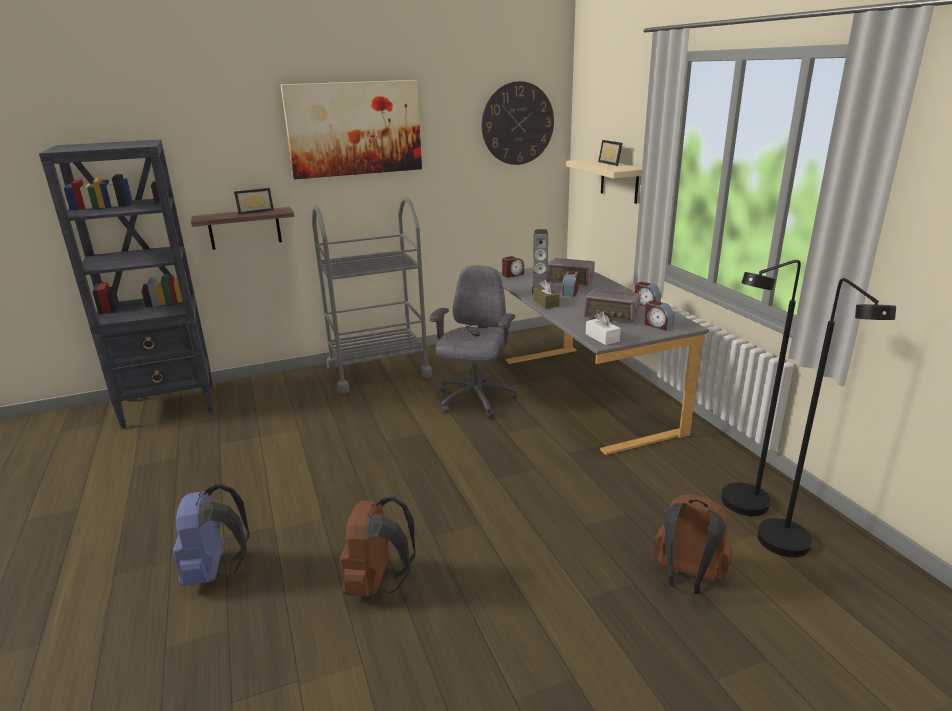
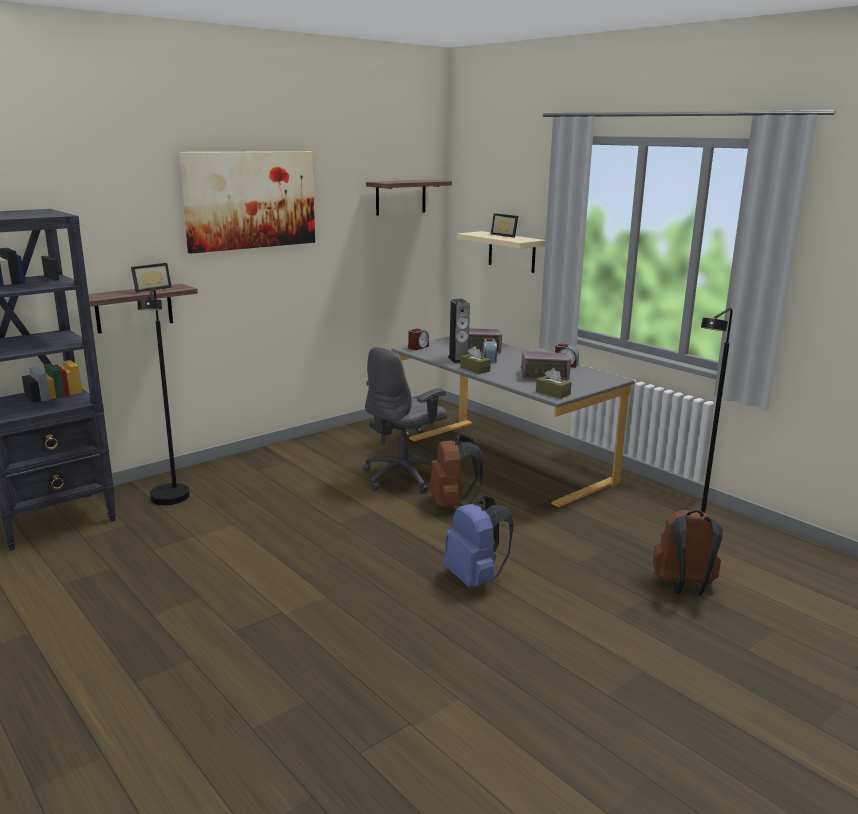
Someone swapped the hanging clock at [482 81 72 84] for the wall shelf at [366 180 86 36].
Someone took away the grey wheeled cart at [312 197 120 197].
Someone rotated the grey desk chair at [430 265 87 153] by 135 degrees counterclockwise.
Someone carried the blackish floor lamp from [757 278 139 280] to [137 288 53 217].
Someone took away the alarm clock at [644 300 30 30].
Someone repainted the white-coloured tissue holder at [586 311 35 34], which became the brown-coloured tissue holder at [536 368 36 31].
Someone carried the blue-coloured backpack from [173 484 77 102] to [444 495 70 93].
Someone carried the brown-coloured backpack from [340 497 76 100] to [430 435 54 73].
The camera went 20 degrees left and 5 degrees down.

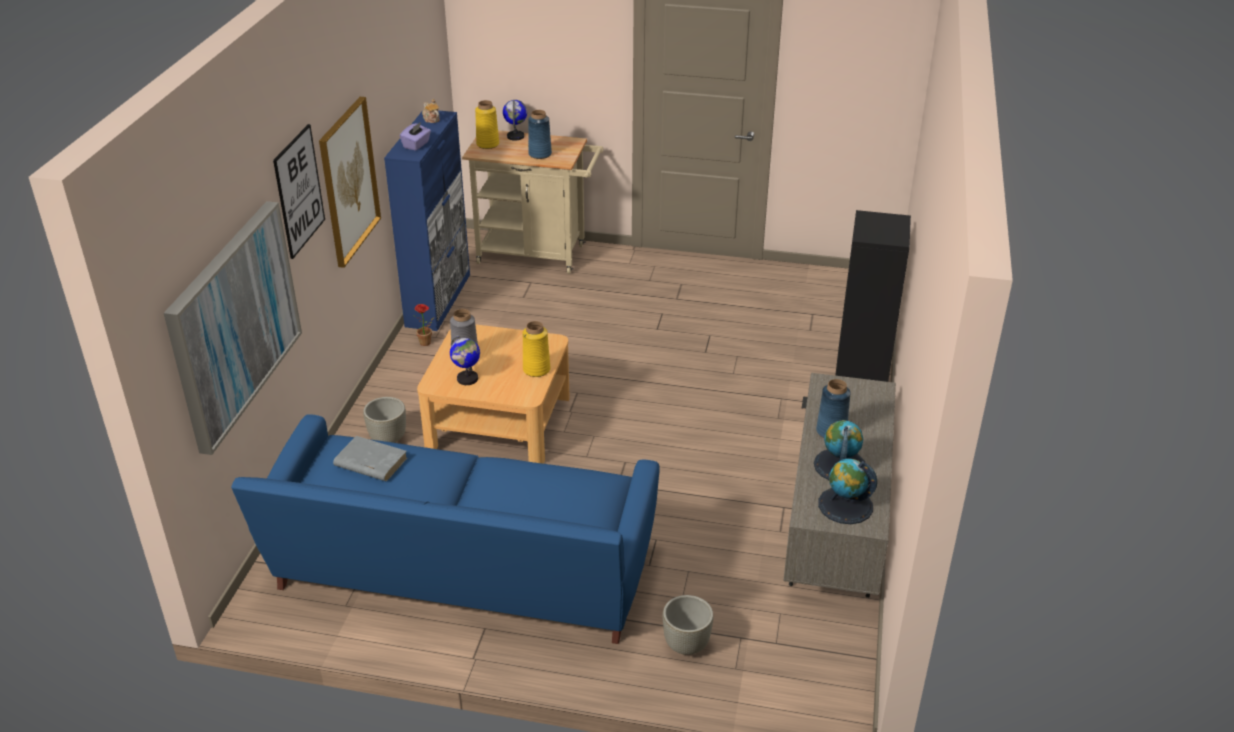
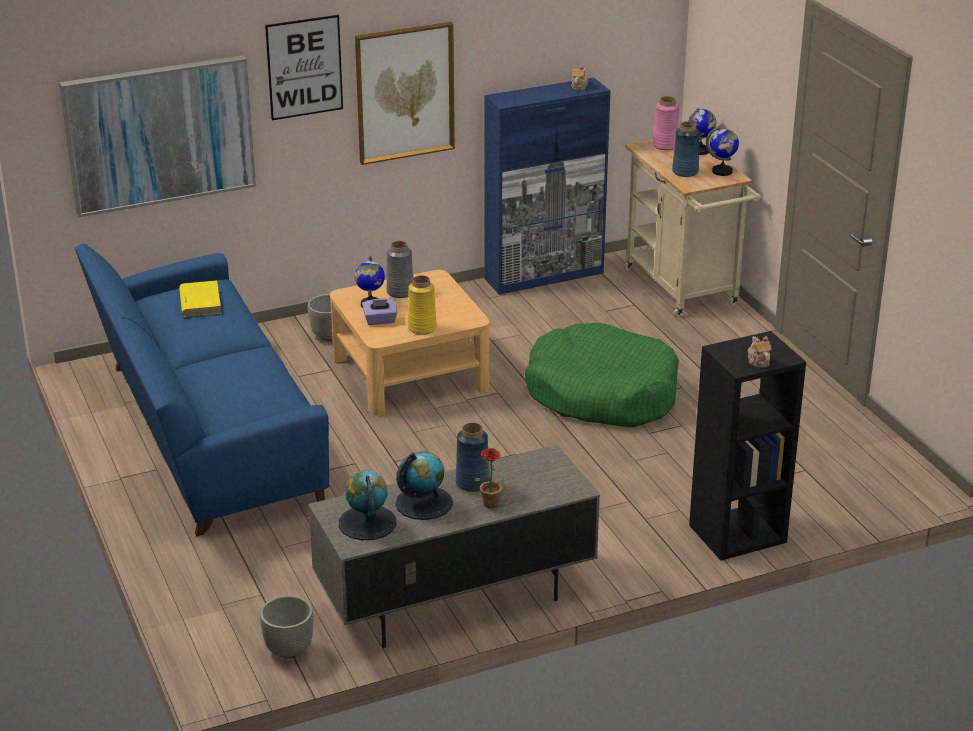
Someone repainted the yellow-coloured decorative vase at [475 100 24 49], which became the pinkish decorative vase at [653 96 26 54].
Someone carried the purple-coloured tissue holder from [400 122 31 29] to [362 298 36 27].
Someone carried the houseplant from [413 304 21 42] to [474 448 39 60].
Someone repainted the grey volume at [333 436 74 45], which became the yellow-coloured volume at [179 280 43 37].
Someone carried the grey flower pot from [663 595 50 60] to [260 595 54 63].
Someone put down the desk globe at [706 126 33 50].
Someone put down the green pet bed at [525 323 154 104].
Someone put down the teapot at [747 336 25 32].
The camera went 55 degrees right and 5 degrees down.

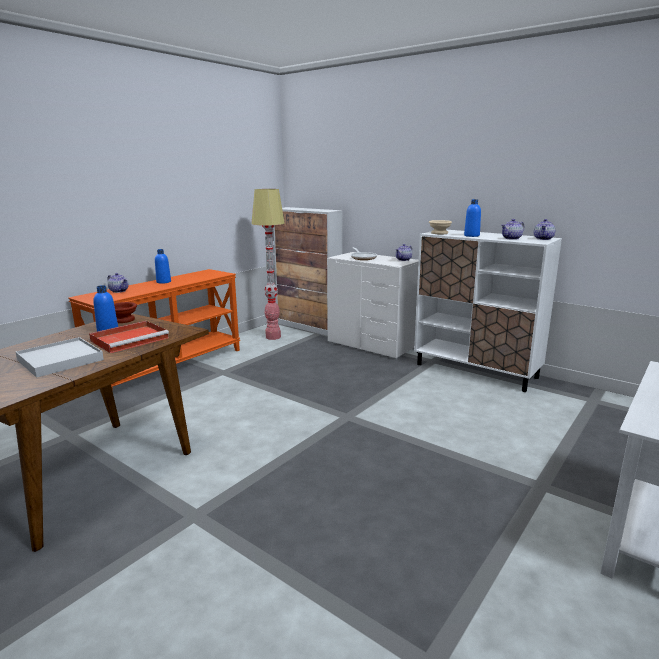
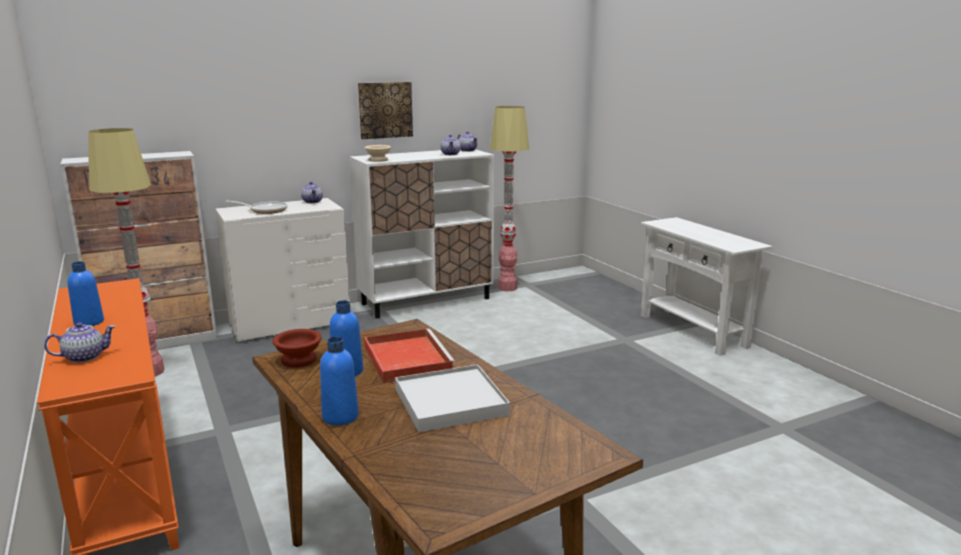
Someone carried the blue-coloured beverage bottle from [464 199 17 38] to [320 337 39 88].
Someone put up the picture at [358 82 55 57].
Someone put down the floor lamp at [490 106 39 185].
The camera went 65 degrees left and 0 degrees up.

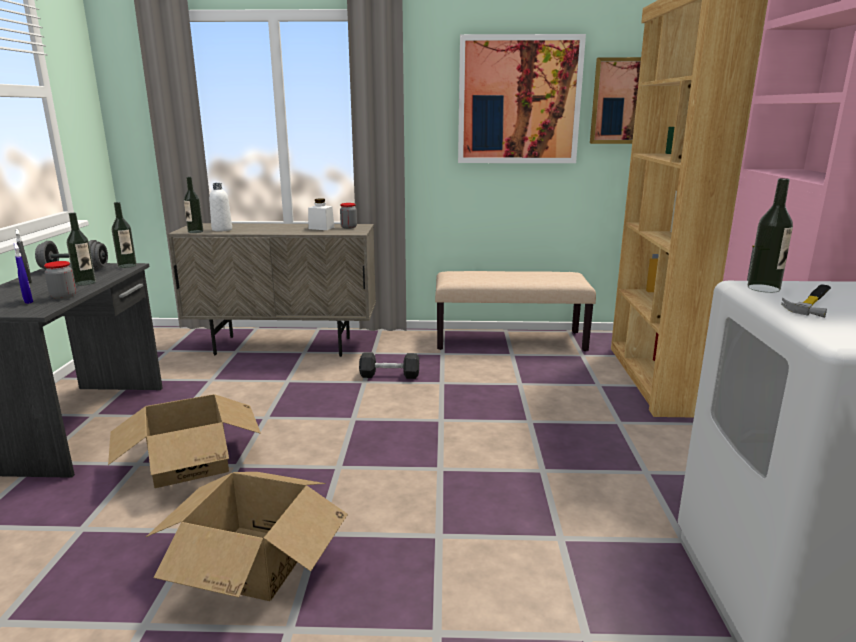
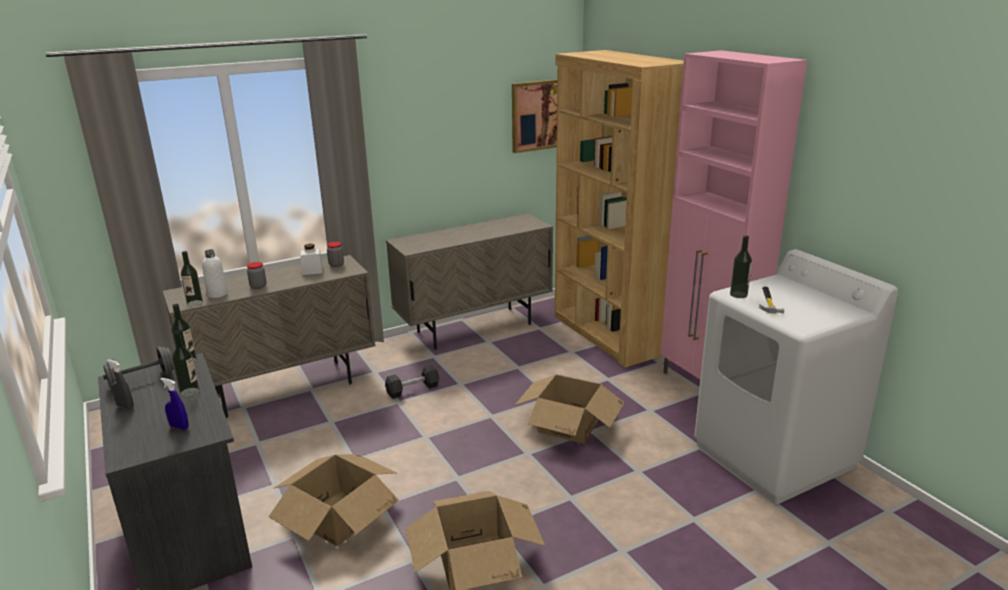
Someone took away the picture at [458 34 128 129].
Someone carried the preserve jar from [44 261 32 38] to [247 262 19 27].
Someone swapped the beige indoor bench at [435 271 161 80] for the beige storage cabinet at [386 214 167 136].
Someone put down the packing box at [515 374 110 70].
The camera went 30 degrees left and 5 degrees up.

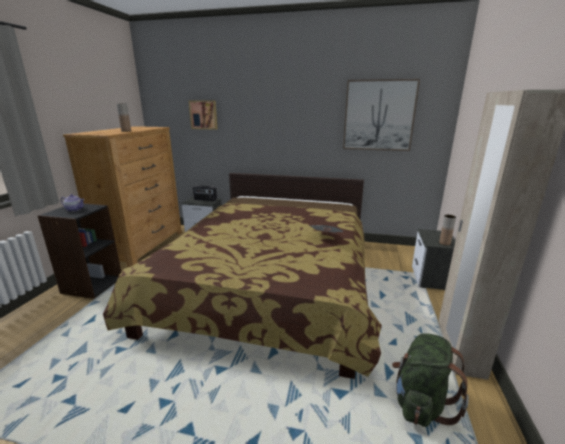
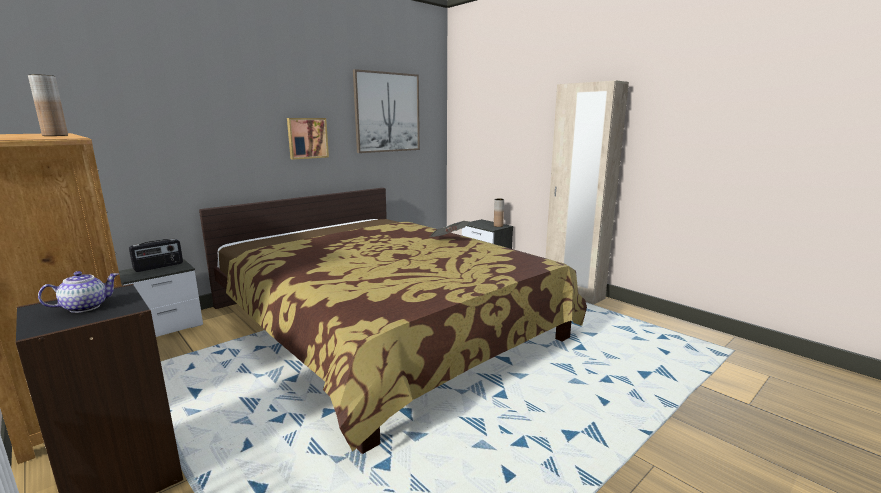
Someone carried the picture from [189 100 28 30] to [287 118 42 42].
Someone took away the green backpack at [392 333 77 94].
The camera went 55 degrees left and 5 degrees down.

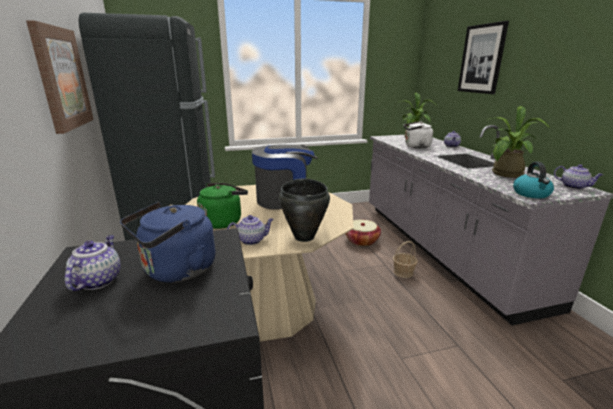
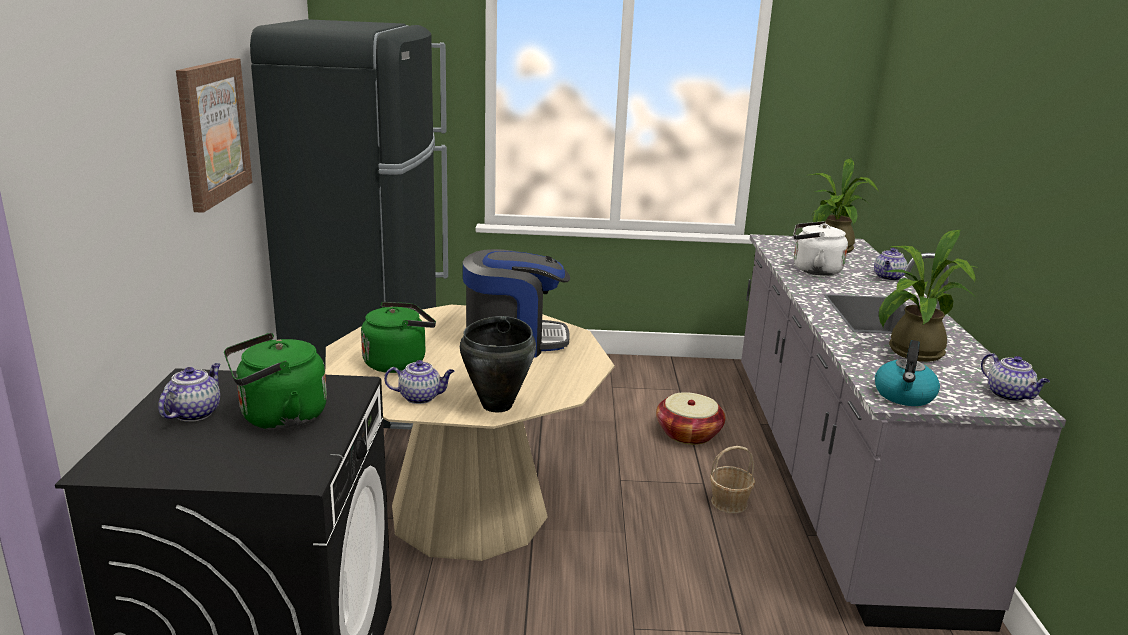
Someone took away the picture at [458 21 51 73].
Someone repainted the blue-coloured kettle at [120 202 95 81], which became the green kettle at [224 333 103 97].
The camera went 15 degrees right and 0 degrees up.

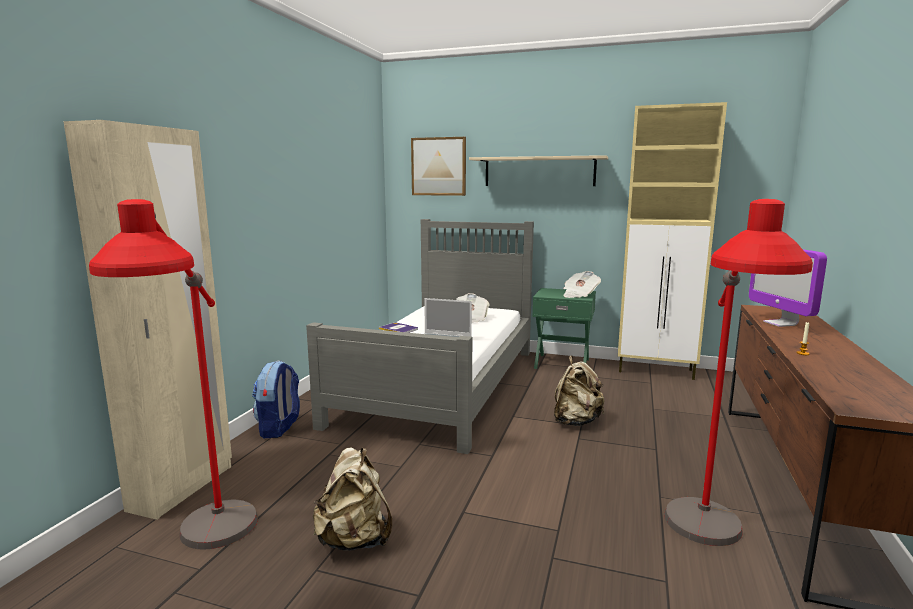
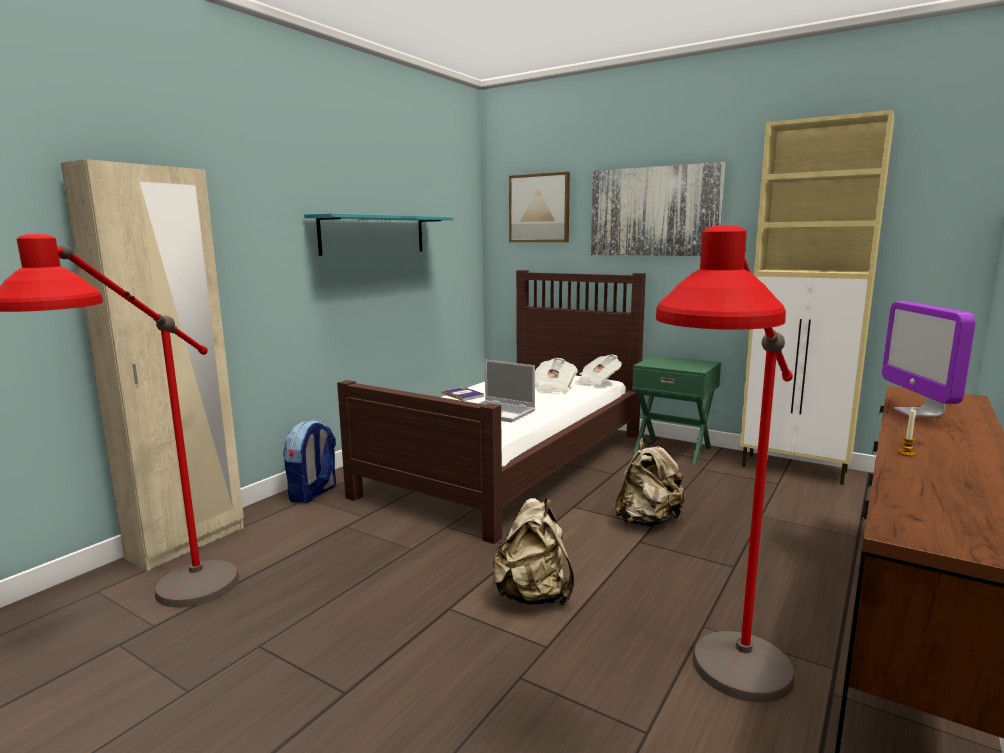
Someone swapped the beige wall shelf at [469 155 139 31] for the picture at [591 162 134 94].
Someone repainted the grey bedroom bed at [306 219 228 235], which became the brown-coloured bedroom bed at [337 270 309 274].
Someone carried the daily paper from [563 271 38 27] to [575 354 47 32].
Someone carried the beige backpack from [313 447 79 104] to [492 498 82 108].
Someone put up the turquoise-coloured wall shelf at [304 213 149 43].
The camera went 15 degrees right and 0 degrees up.

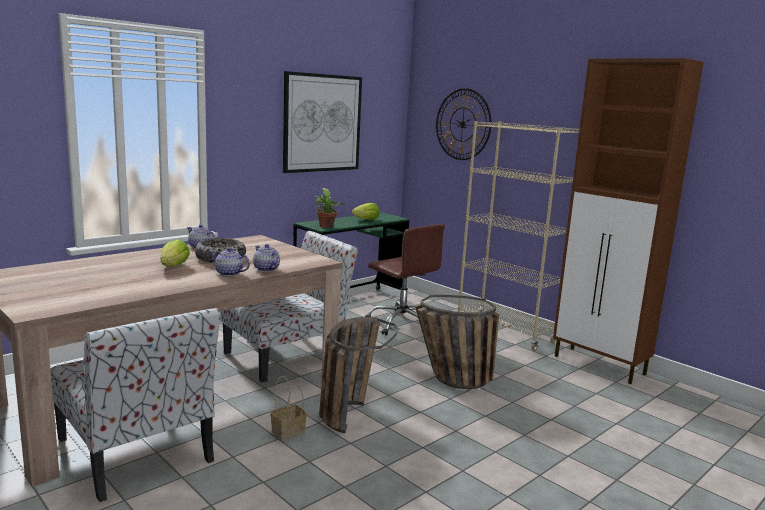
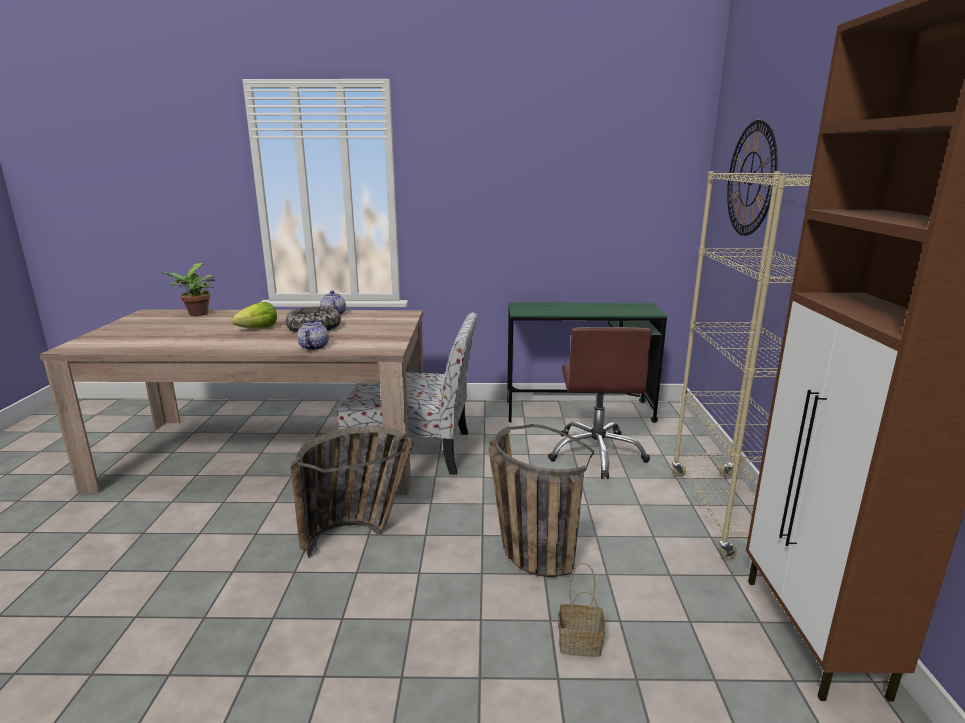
Someone took away the picture at [283 71 79 102].
Someone carried the houseplant from [314 188 31 40] to [161 263 54 53].
Someone took away the head of lettuce at [352 203 28 17].
Someone took away the teapot at [209 247 41 29].
Someone took away the upright chair at [50 308 170 194].
Someone carried the basket from [270 376 37 65] to [559 563 46 94].
The camera went 45 degrees right and 5 degrees up.

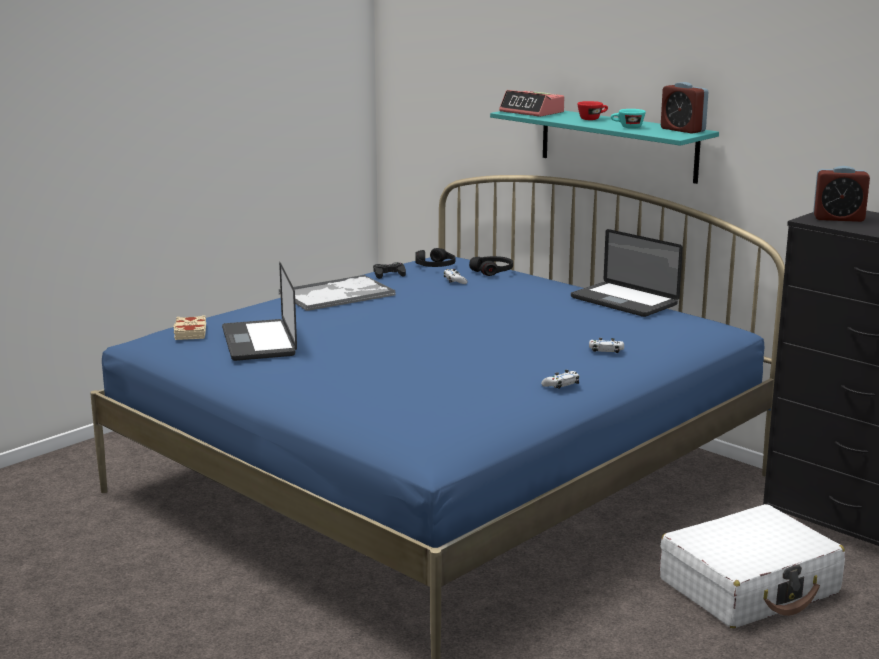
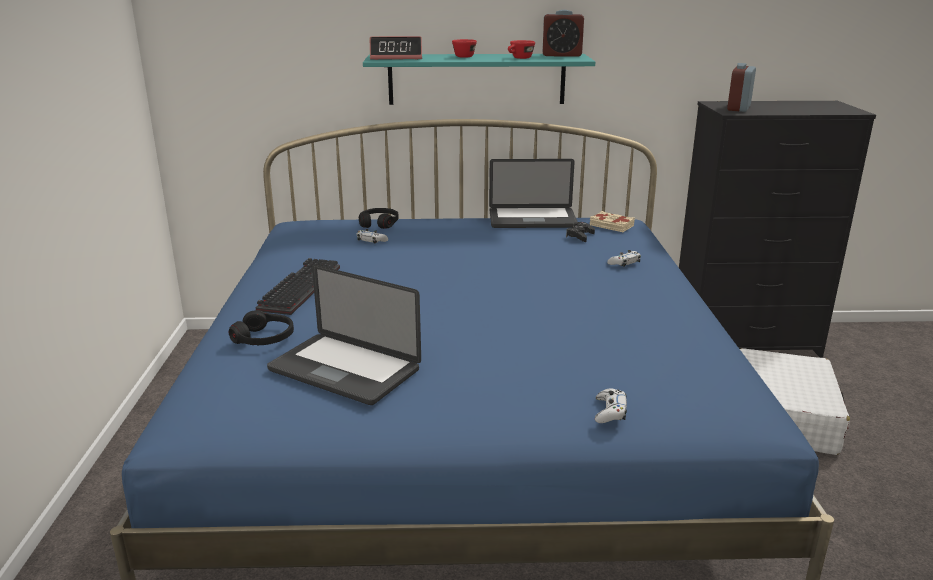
Someone repainted the turquoise-coloured drinking cup at [611 109 35 20], which became the red-coloured drinking cup at [508 40 27 19].
Someone rotated the alarm clock at [813 166 57 56] by 150 degrees clockwise.
Someone carried the blackish headphones from [415 248 40 19] to [229 310 65 35].
Someone carried the blackish gamepad from [373 262 33 17] to [566 222 29 20].
Someone swapped the carrying tray at [279 275 117 36] for the PC keyboard at [256 258 84 57].
Someone carried the beige volume from [173 315 33 25] to [590 211 45 21].
Someone carried the white-coloured gamepad from [541 370 38 19] to [595 388 32 35].
The camera went 45 degrees left and 5 degrees up.

